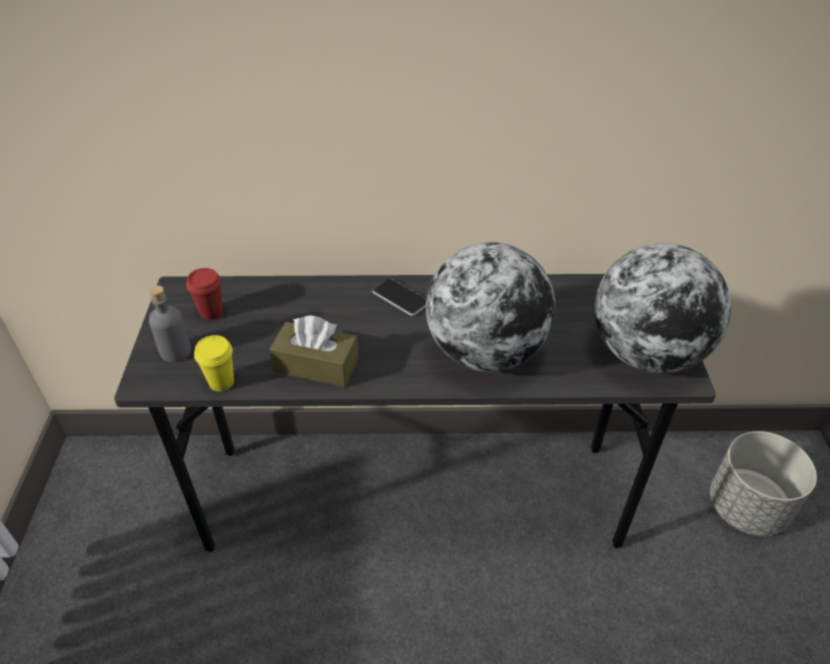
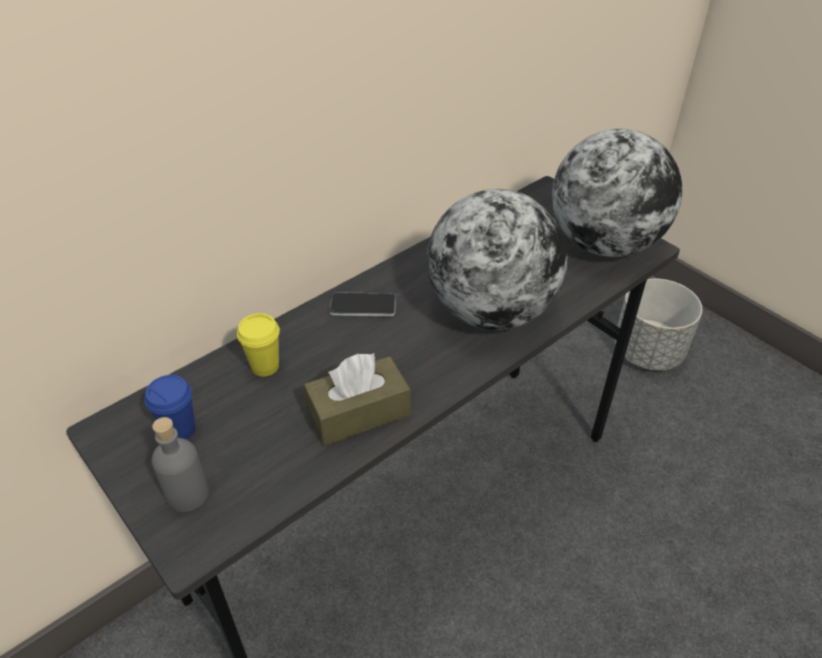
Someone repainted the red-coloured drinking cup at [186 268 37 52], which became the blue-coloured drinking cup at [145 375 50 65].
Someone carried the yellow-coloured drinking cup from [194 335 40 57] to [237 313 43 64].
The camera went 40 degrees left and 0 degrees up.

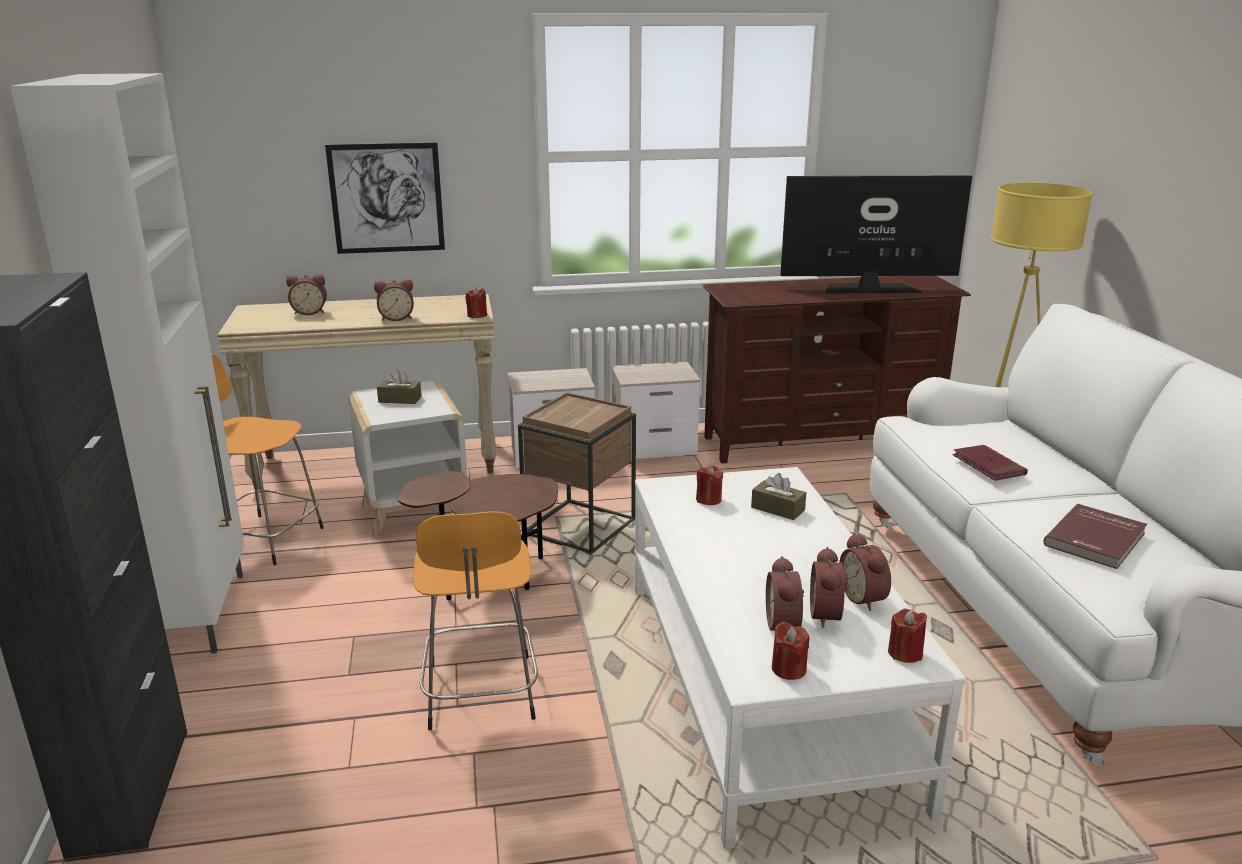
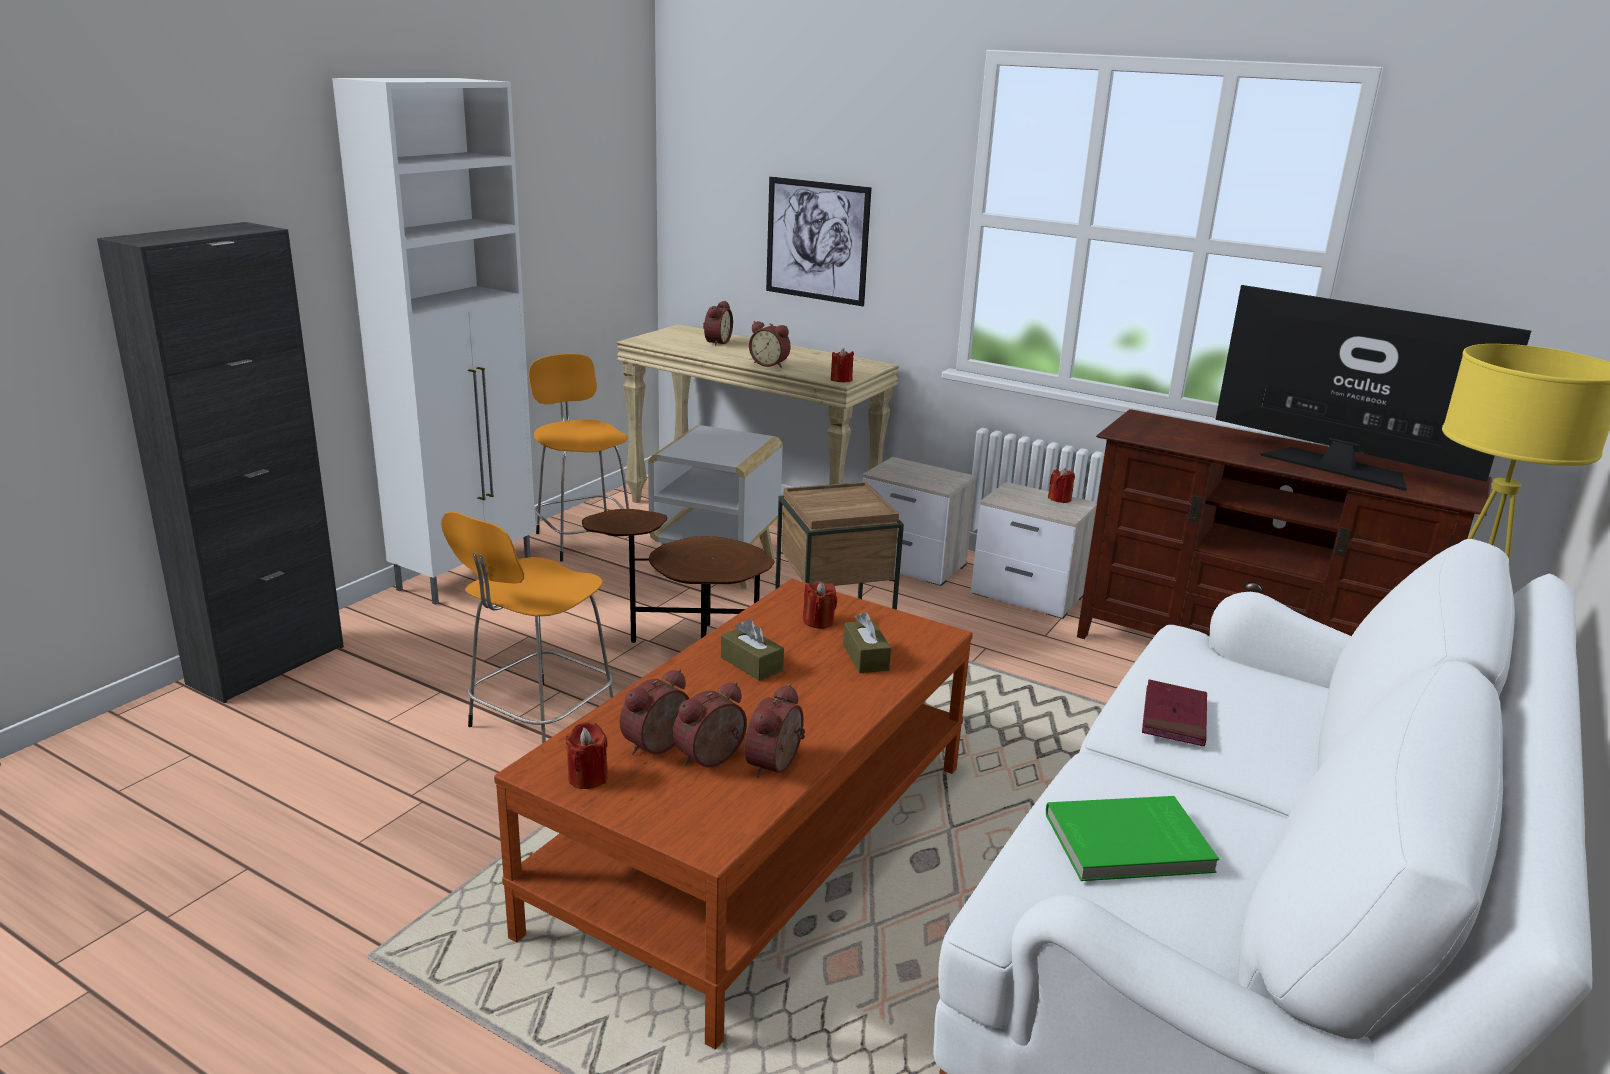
Someone rotated the alarm clock at [286 275 41 40] by 105 degrees counterclockwise.
Someone carried the brown-coloured tissue holder from [377 369 45 35] to [721 619 63 62].
Someone repainted the white-coloured lounge table at [634 467 332 382], which became the brown-coloured lounge table at [494 579 479 470].
Someone repainted the red-coloured volume at [1044 504 103 65], which became the green volume at [1046 796 173 85].
Someone carried the red-coloured candle from [888 609 39 54] to [1048 468 27 35].
The camera went 40 degrees right and 0 degrees up.

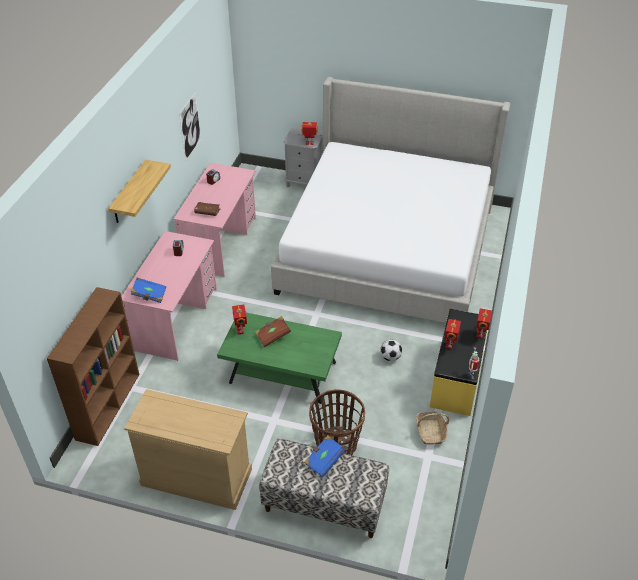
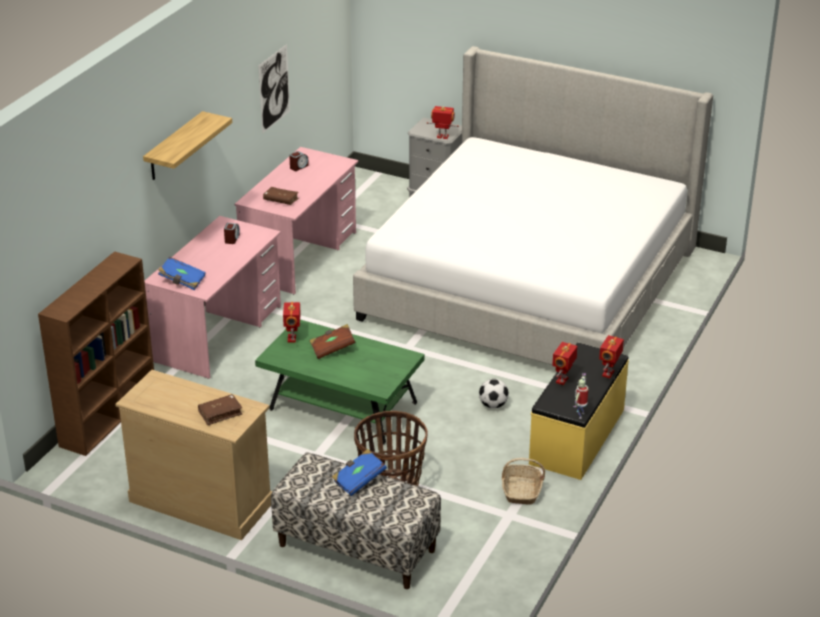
Someone put down the brown-coloured volume at [198 394 44 31].
The camera went 10 degrees right and 10 degrees down.

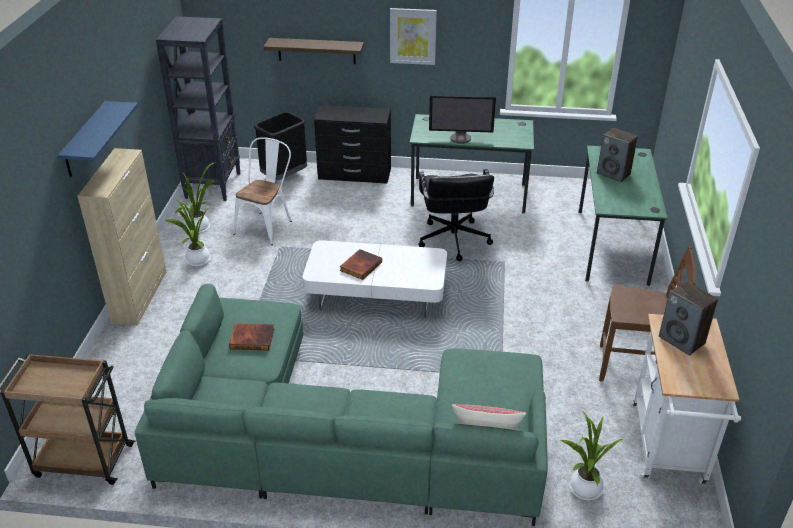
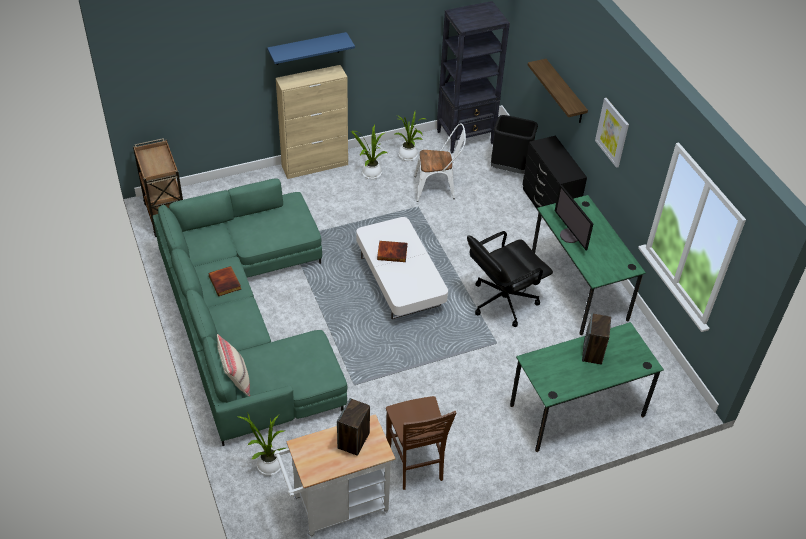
Someone carried the volume from [229 323 45 27] to [208 266 33 31].
The camera went 60 degrees right and 10 degrees up.

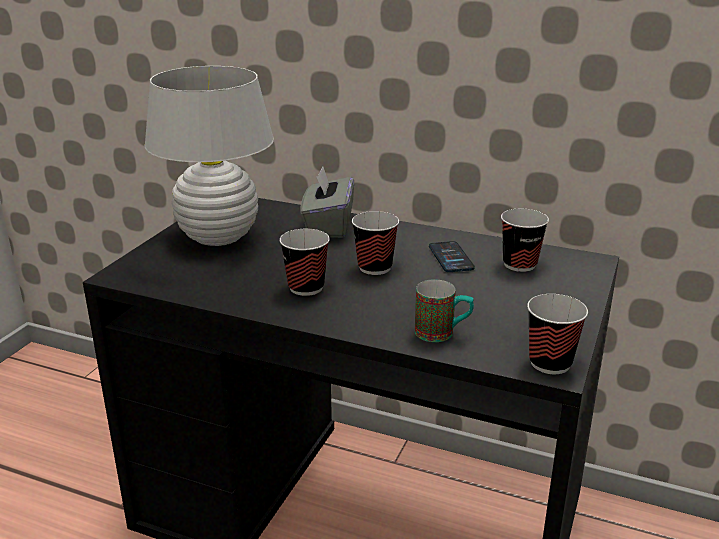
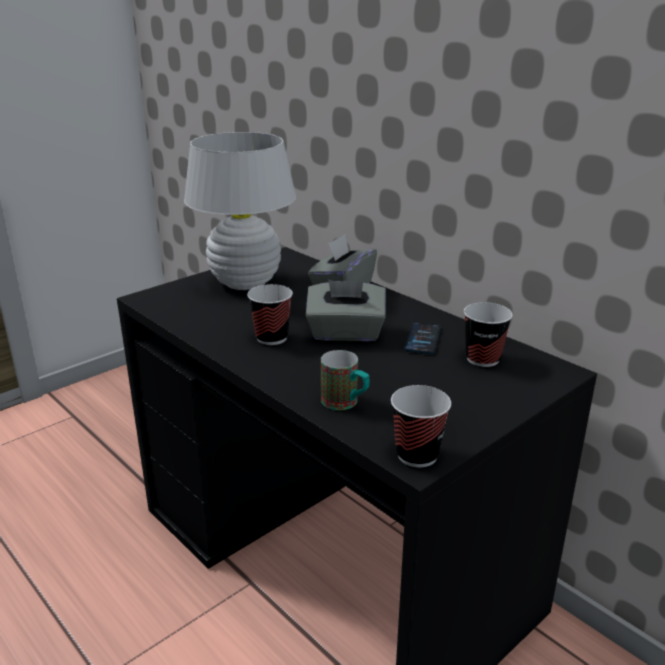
Someone swapped the drinking cup at [352 211 47 64] for the grey tissue holder at [306 280 80 61].
The camera went 25 degrees right and 0 degrees up.

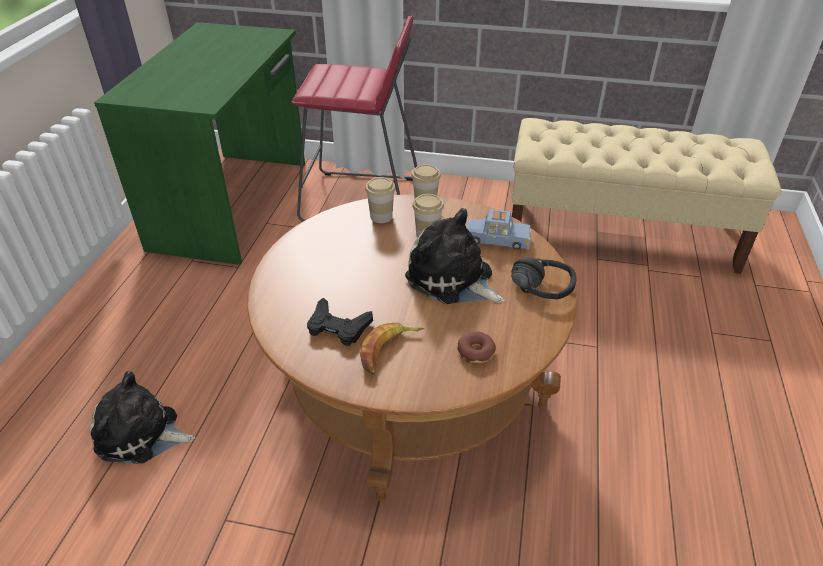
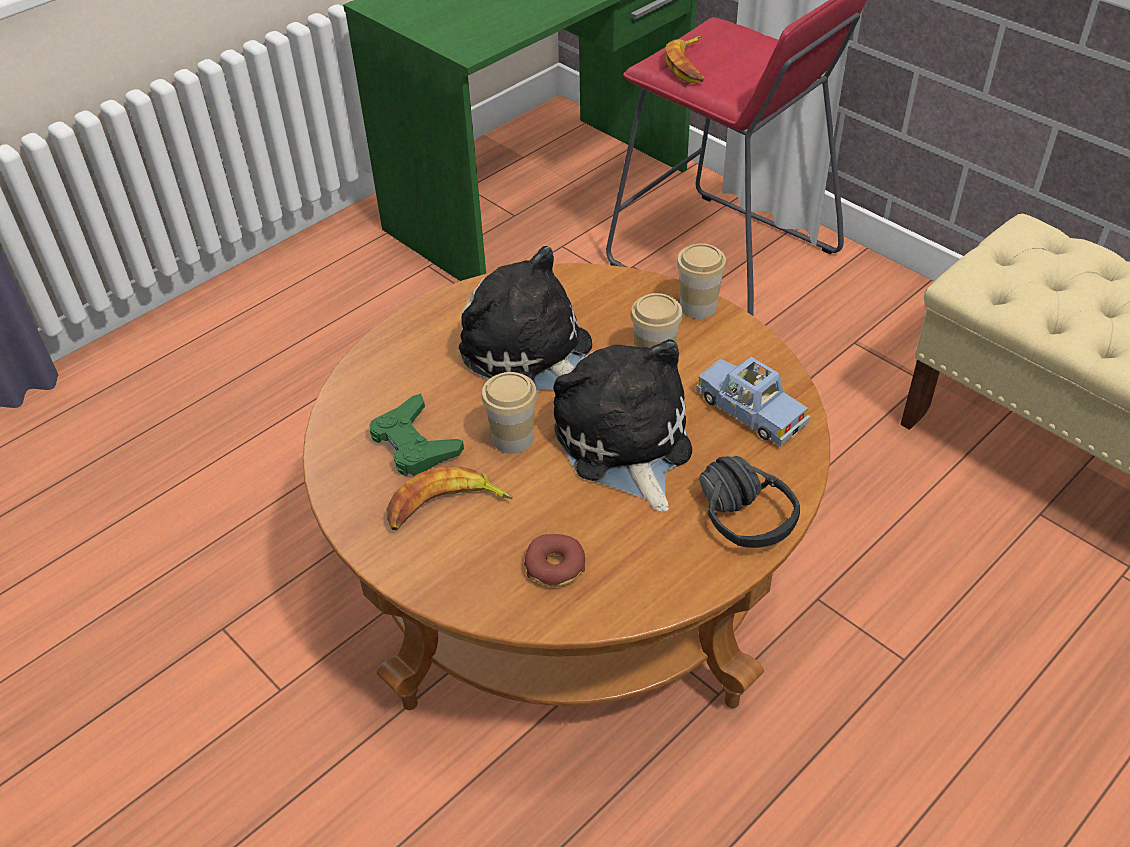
Someone carried the drinking cup from [365 177 31 46] to [481 372 57 82].
Someone repainted the blackish gamepad at [307 298 66 48], which became the green gamepad at [369 394 95 82].
Someone carried the soft toy from [90 371 105 93] to [459 246 133 145].
Someone put down the whole banana at [666 36 38 47].
The camera went 35 degrees right and 5 degrees up.

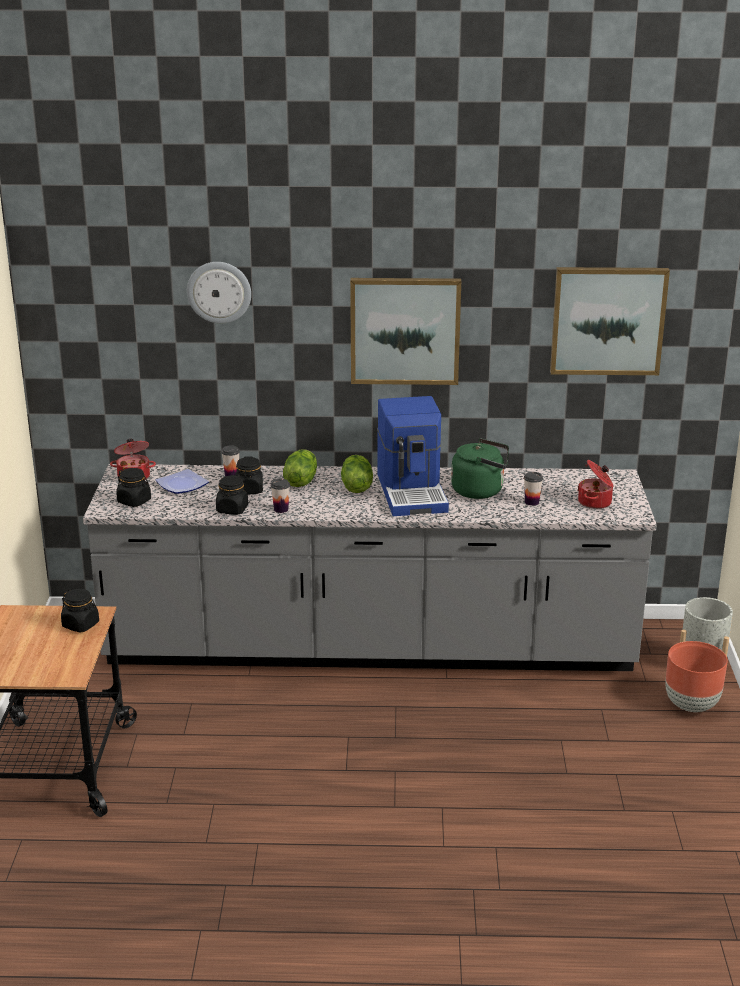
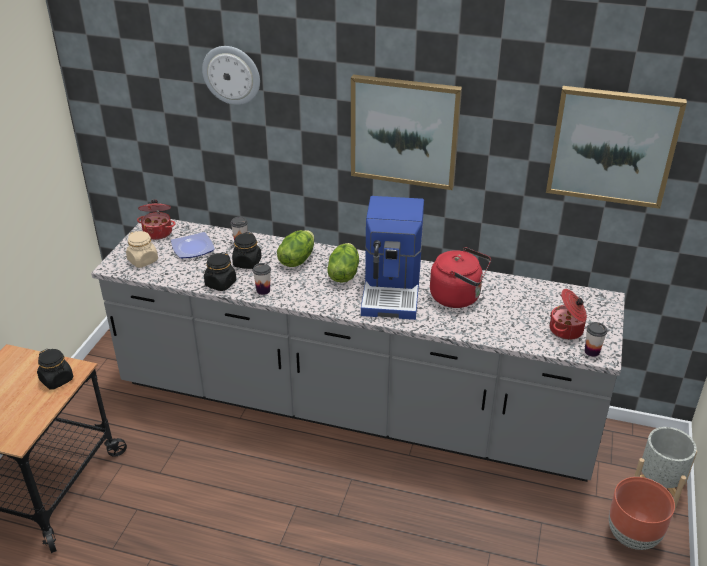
Someone repainted the green kettle at [451 438 58 61], which became the red-coloured kettle at [430 247 61 61].
Someone repainted the blackish preserve jar at [116 468 35 39], which became the beige preserve jar at [126 231 32 37].
Someone carried the drinking cup from [524 472 19 34] to [585 322 22 35].
The camera went 15 degrees right and 10 degrees up.

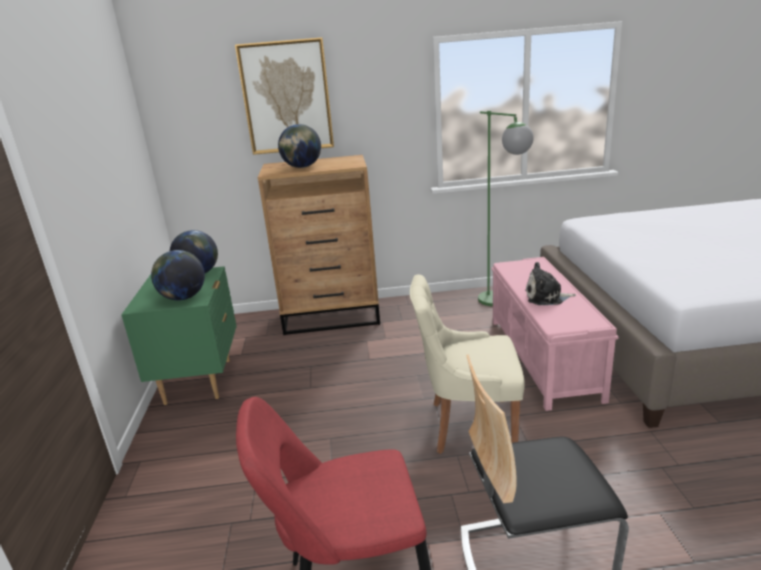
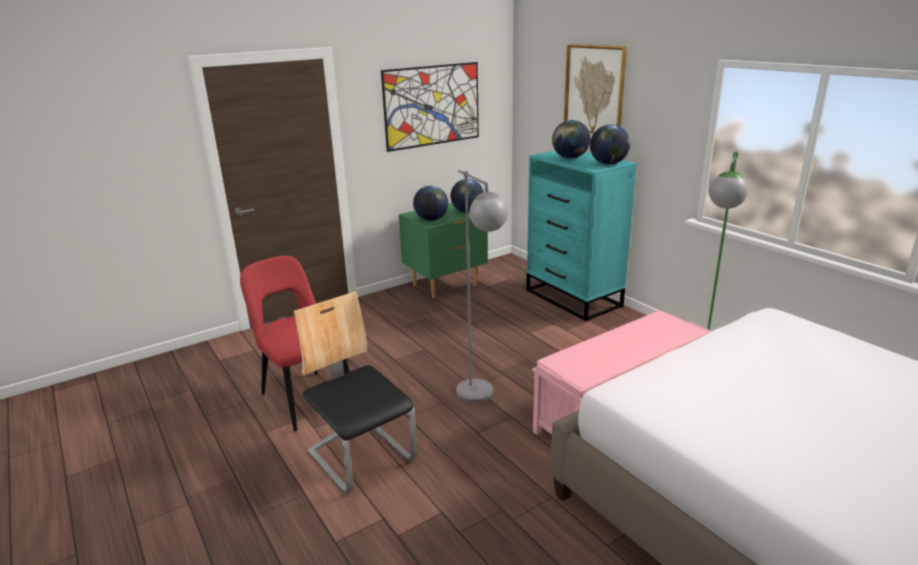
Someone repainted the brown-coloured chest of drawers at [257 155 123 180], which became the turquoise-coloured chest of drawers at [526 151 111 170].
Someone took away the soft toy at [525 262 51 43].
Someone swapped the beige upright chair at [410 275 115 179] for the grey floor lamp at [456 170 52 233].
Someone put up the picture at [381 62 98 90].
Someone put down the desk globe at [590 124 40 41].
The camera went 60 degrees right and 0 degrees up.

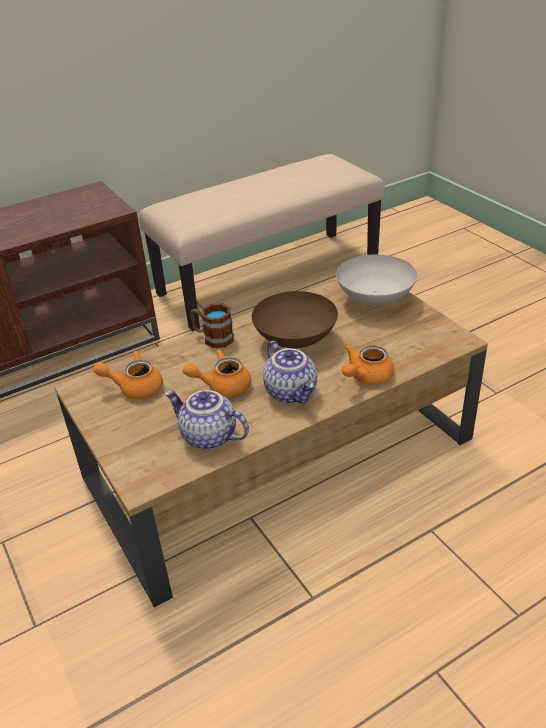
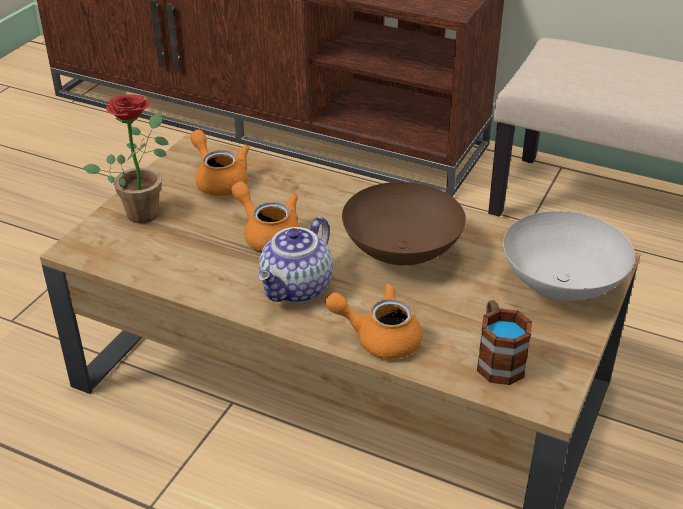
Someone carried the tea mug from [190 303 44 45] to [477 300 55 85].
Someone took away the teapot at [165 390 84 60].
Someone put down the houseplant at [83 94 86 129].
The camera went 55 degrees right and 0 degrees up.

